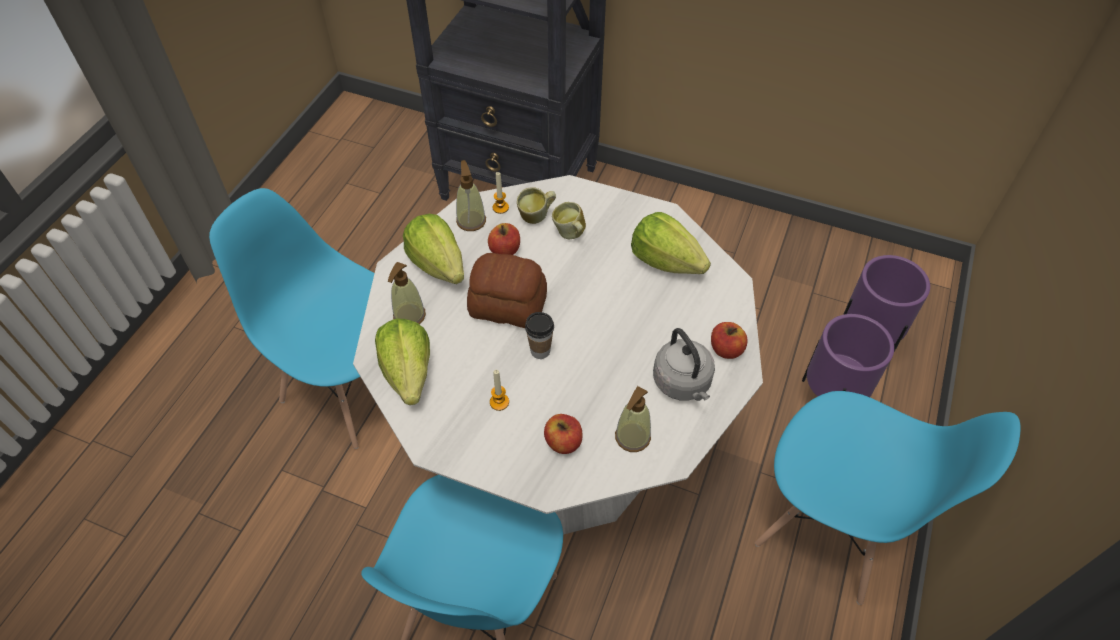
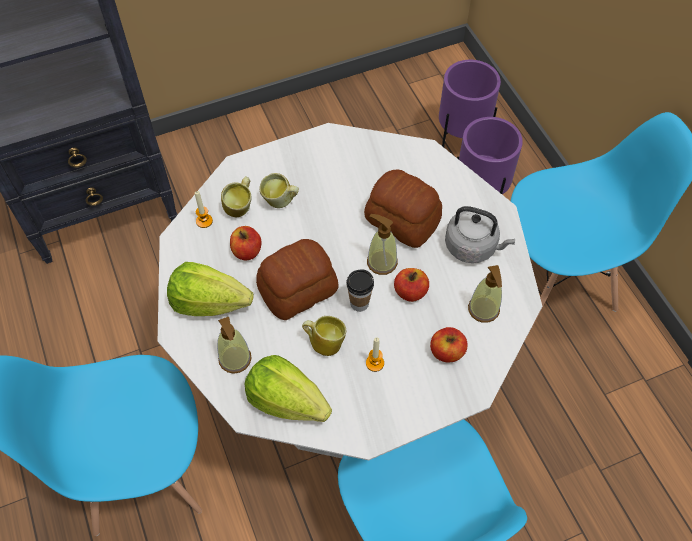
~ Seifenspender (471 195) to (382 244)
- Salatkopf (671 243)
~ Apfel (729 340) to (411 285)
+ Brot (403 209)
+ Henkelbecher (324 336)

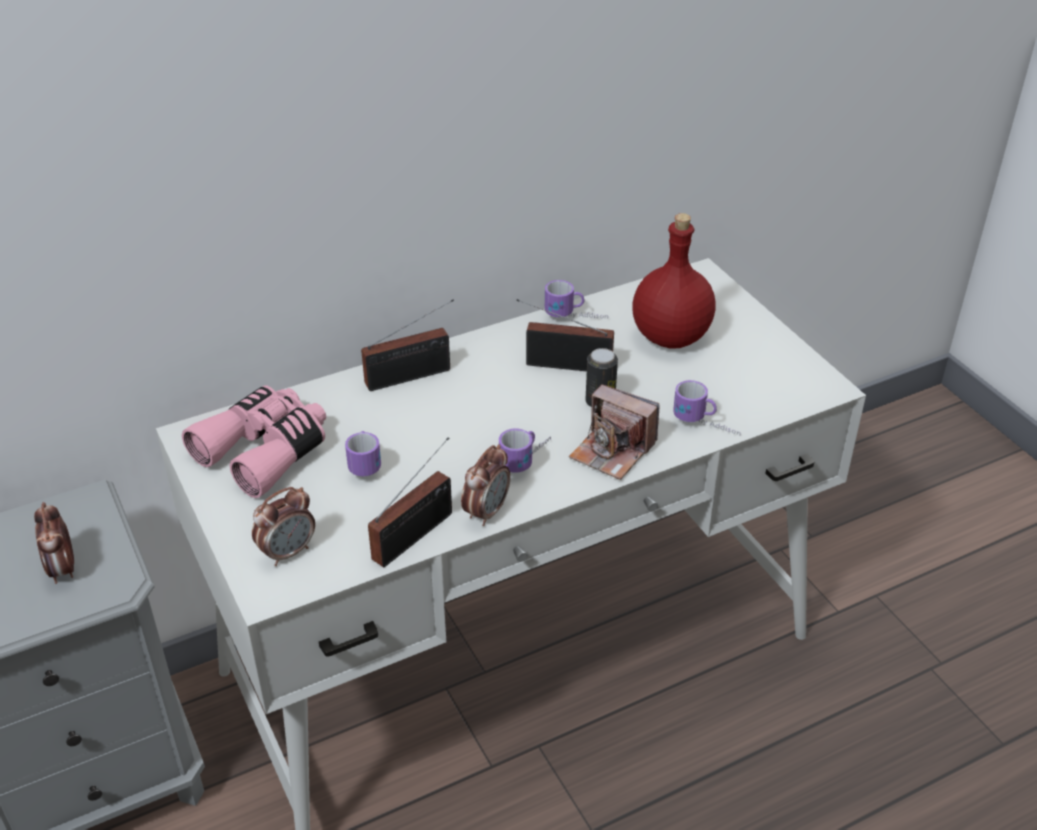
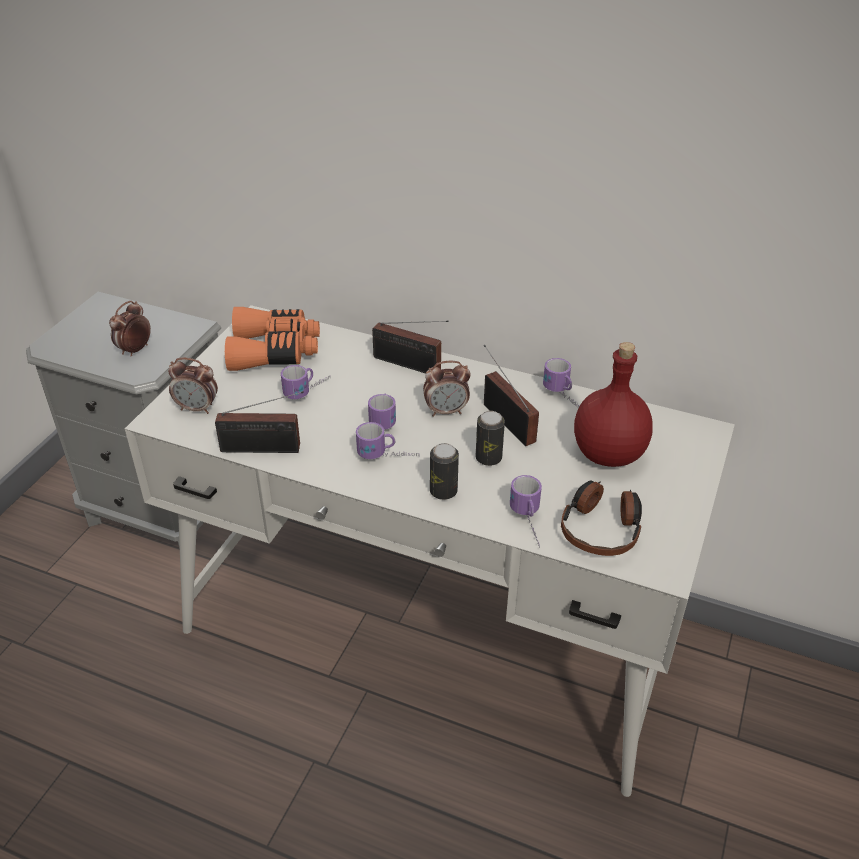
~ Fernglas/rosa (254 441) to Fernglas/orange (272 339)
~ Kamera (614 432) to Dose (444 471)
~ Wecker (485 485) to (447 389)
+ Henkelbecher (382 412)
+ Kopfhörer (601 518)

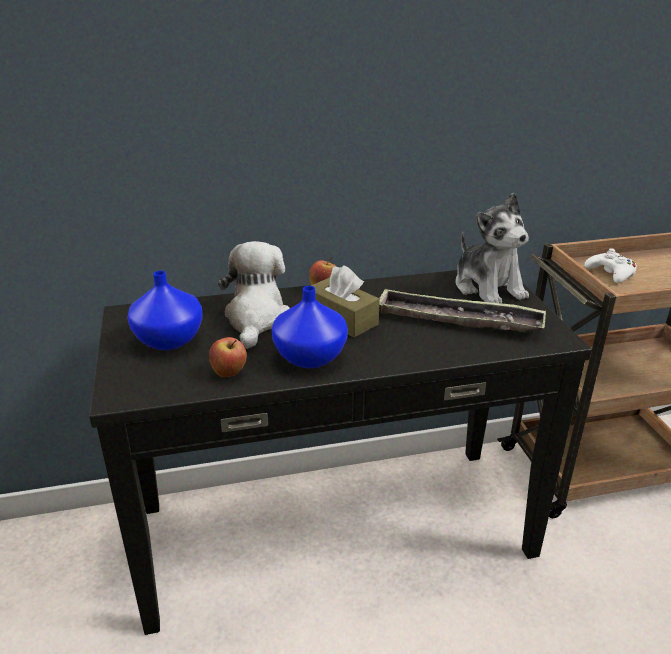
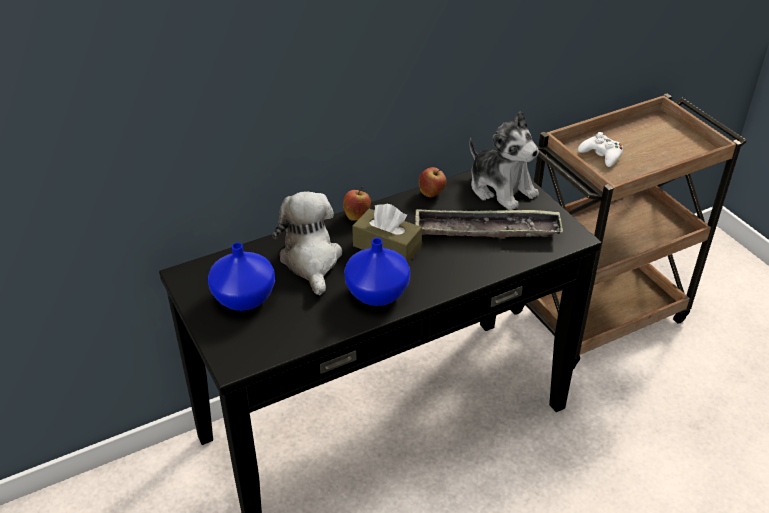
~ Apfel (228 357) to (432 182)

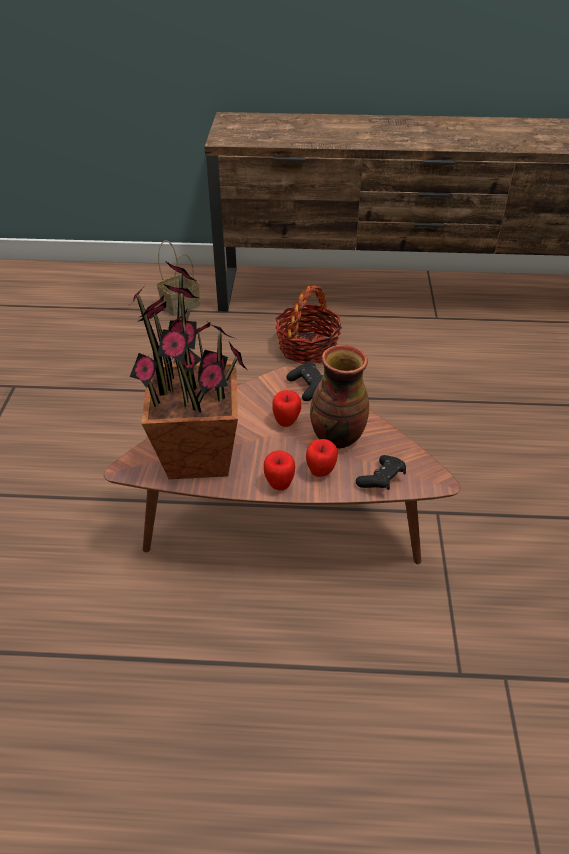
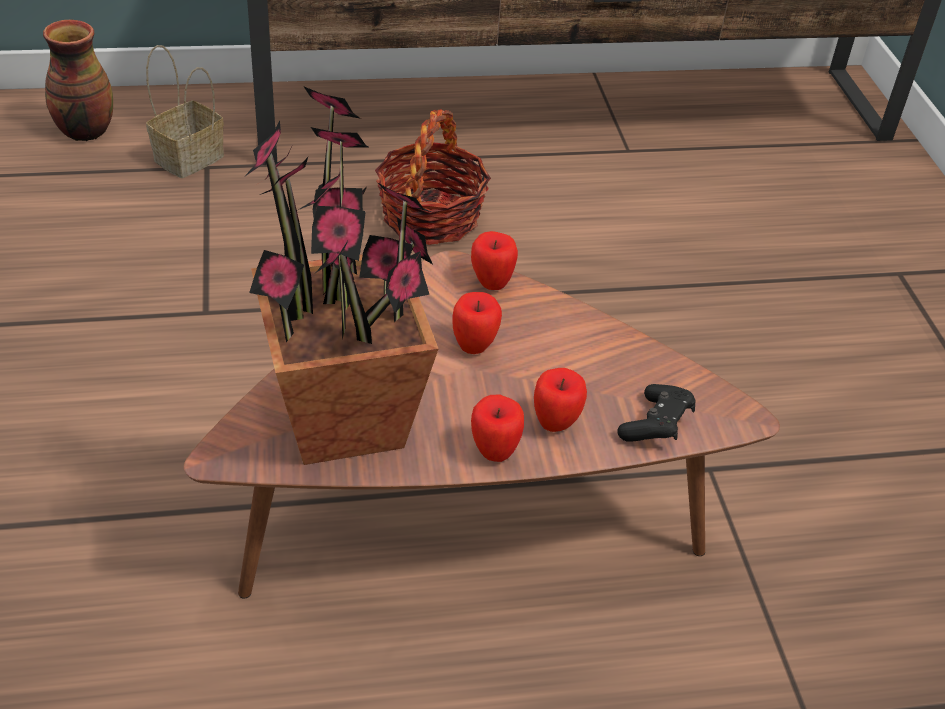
~ Vase (339 397) to (78 80)
~ Gamepad/schwarz (304 381) to Apfel (494 260)

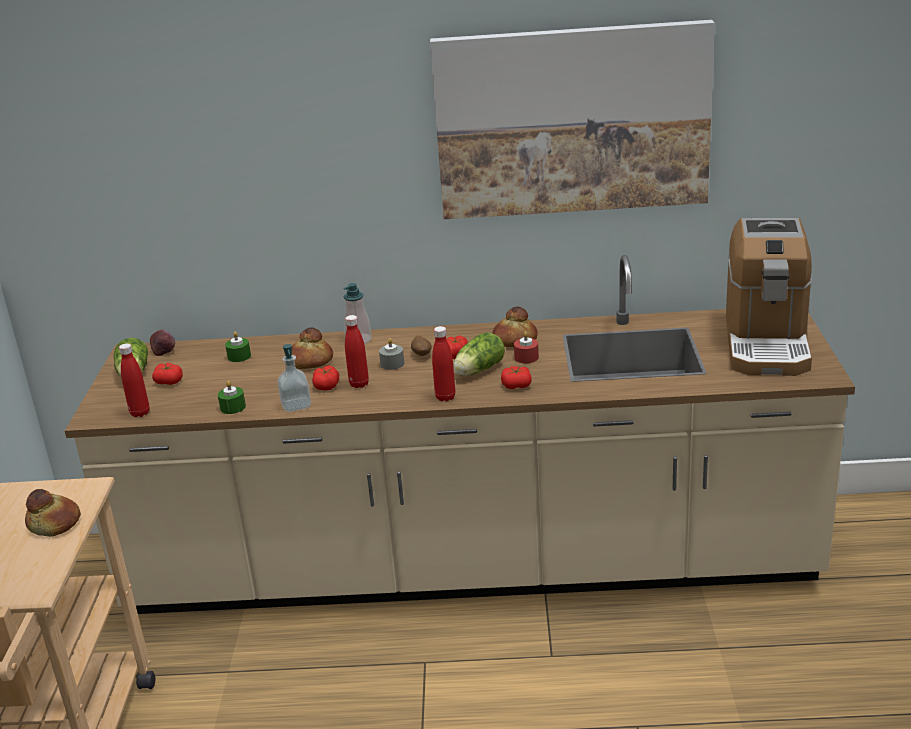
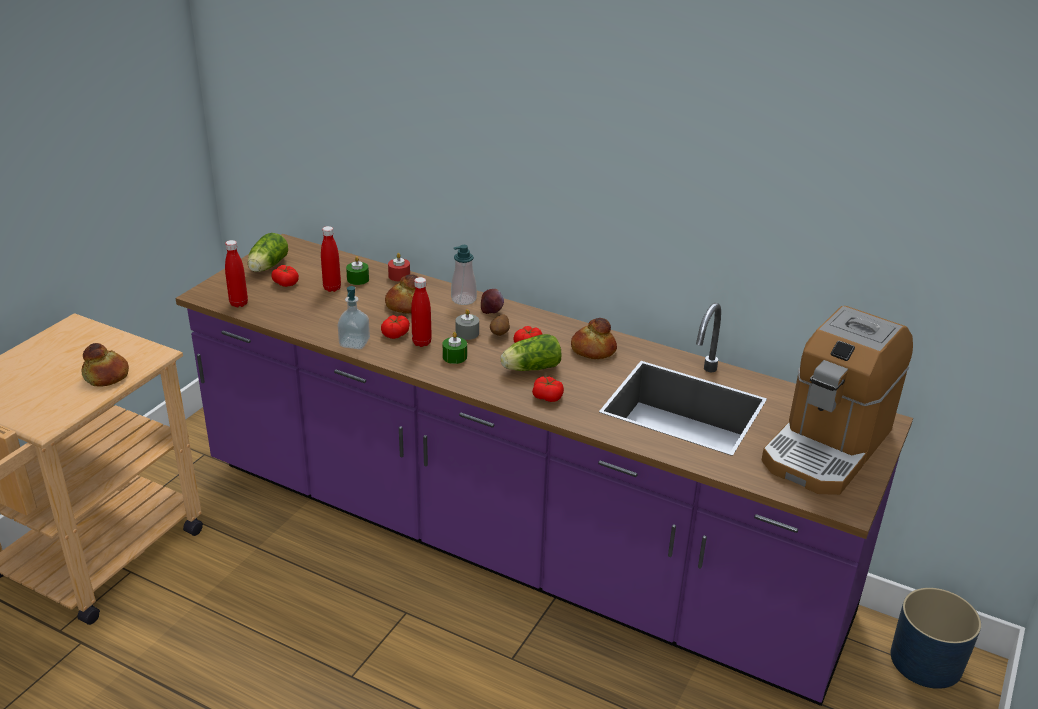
- Bild (572 119)
~ Küchenzeile/beige (460 434) to Küchenzeile/lila (544 470)
~ Flasche/rot (443 363) to (331 259)
~ Apfel (162 342) to (492 301)
~ Kerze/rot (526 347) to (399 267)
~ Kerze/grün (232 397) to (455 348)
+ Pflanzkübel/blau (936 638)

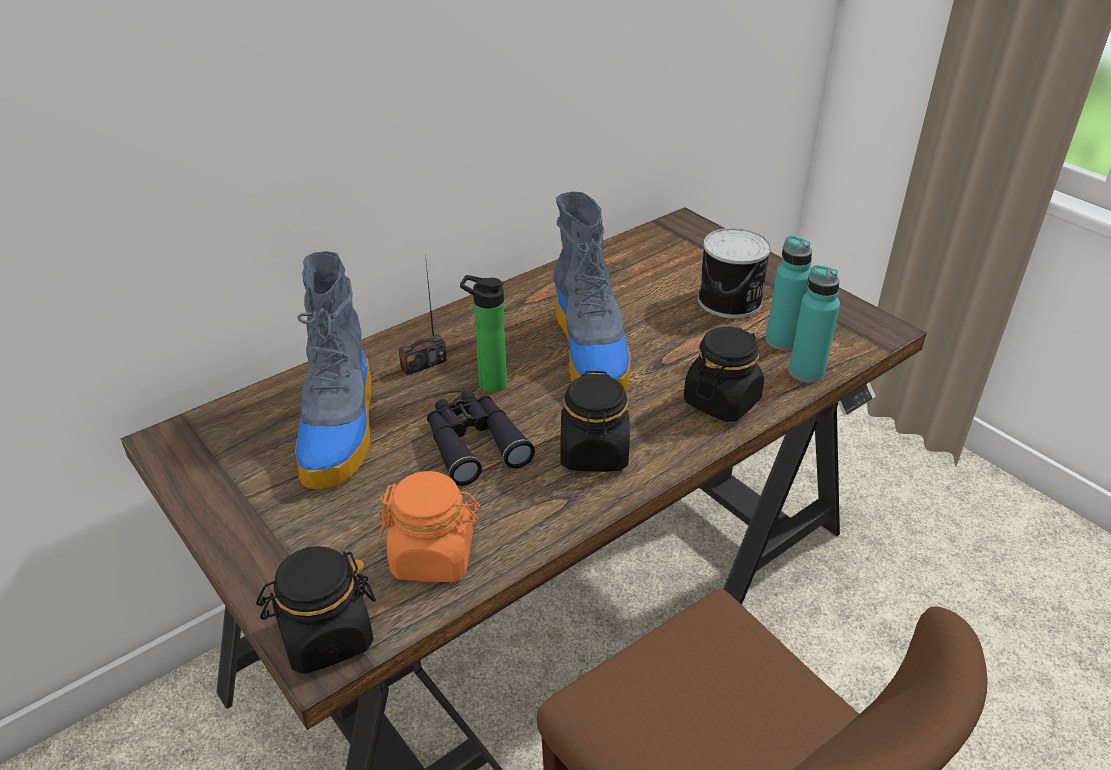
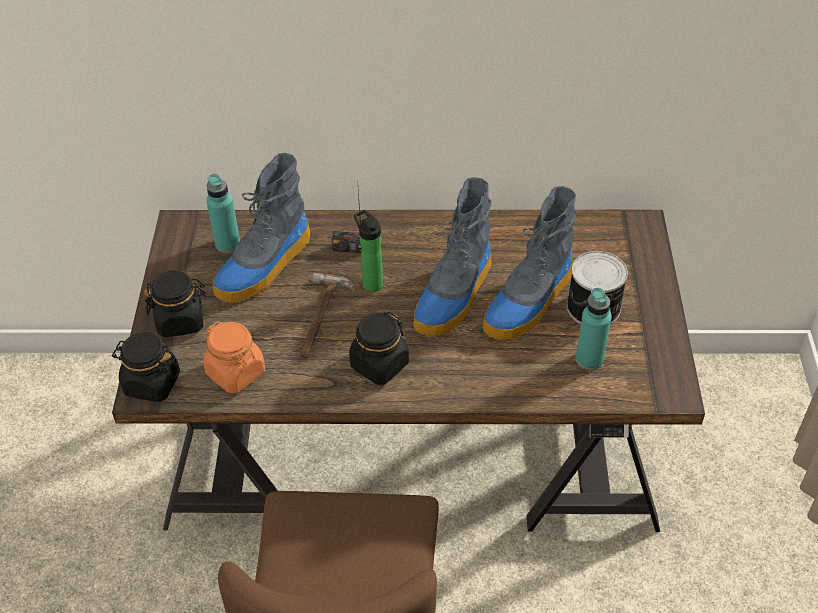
~ Flasche/türkis (814 324) to (223 213)
~ Vorratsglas/schwarz (724 374) to (175 303)
~ Fernglas/schwarz (481 439) to Hammer (327 315)
+ Stiefel (529 263)

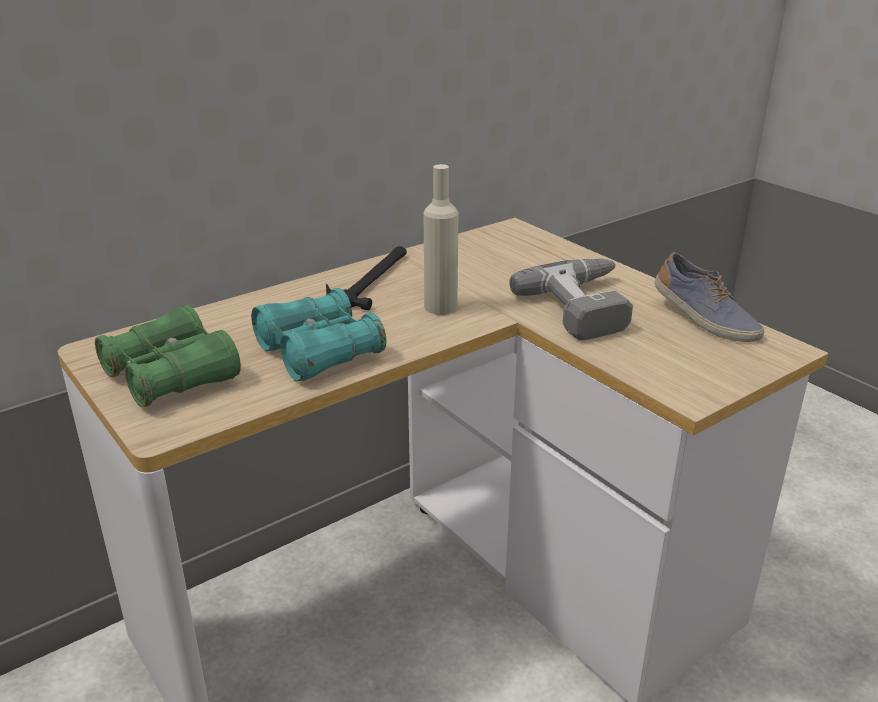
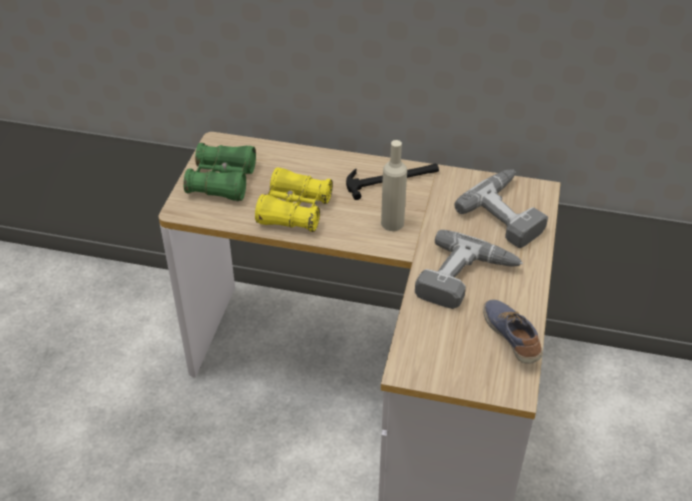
~ Schuh (709 297) = (512 331) 150 degrees clockwise
~ Fernglas/türkis (319 334) to Fernglas/gelb (294 199)
+ Bohrmaschine (501 208)

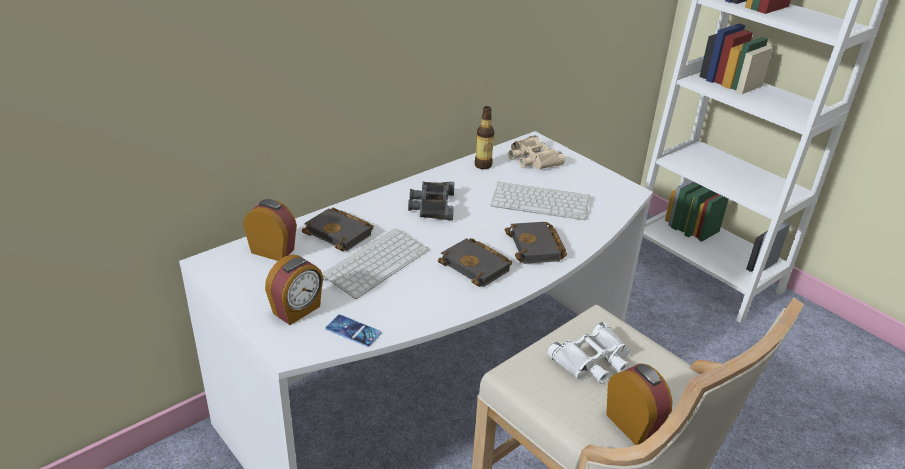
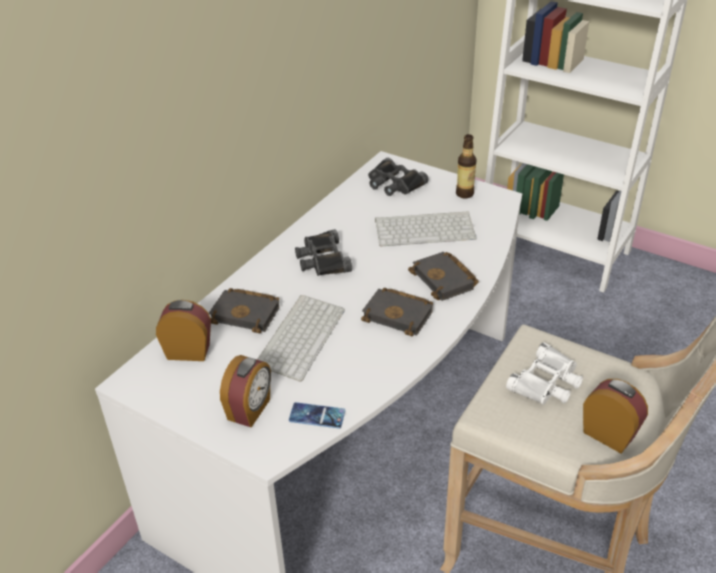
~ Flasche (485 137) to (466 166)
~ Fernglas/beige (536 152) to Fernglas/schwarz (398 177)

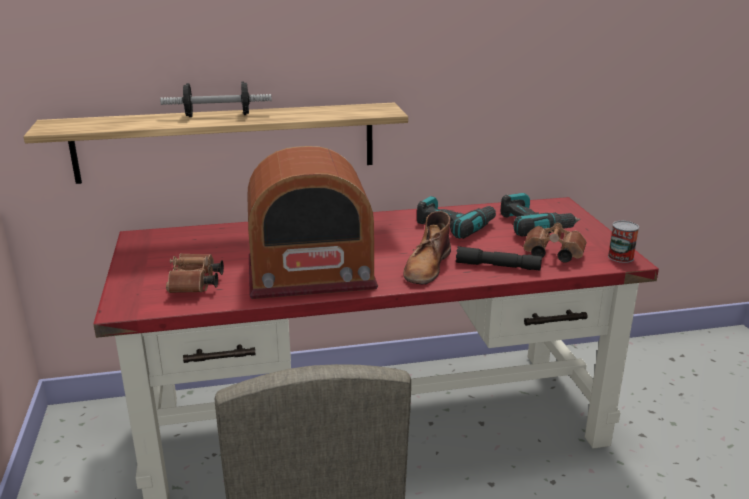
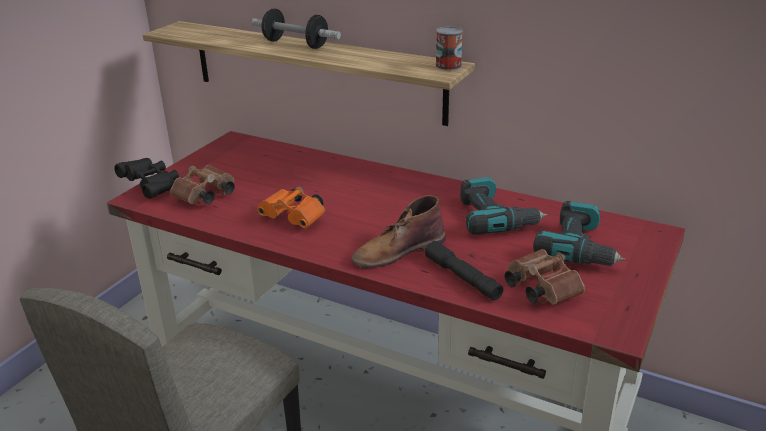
~ Radio (312 222) to Fernglas/orange (291 207)
~ Dose (623 242) to (449 48)
+ Fernglas/schwarz (146 178)

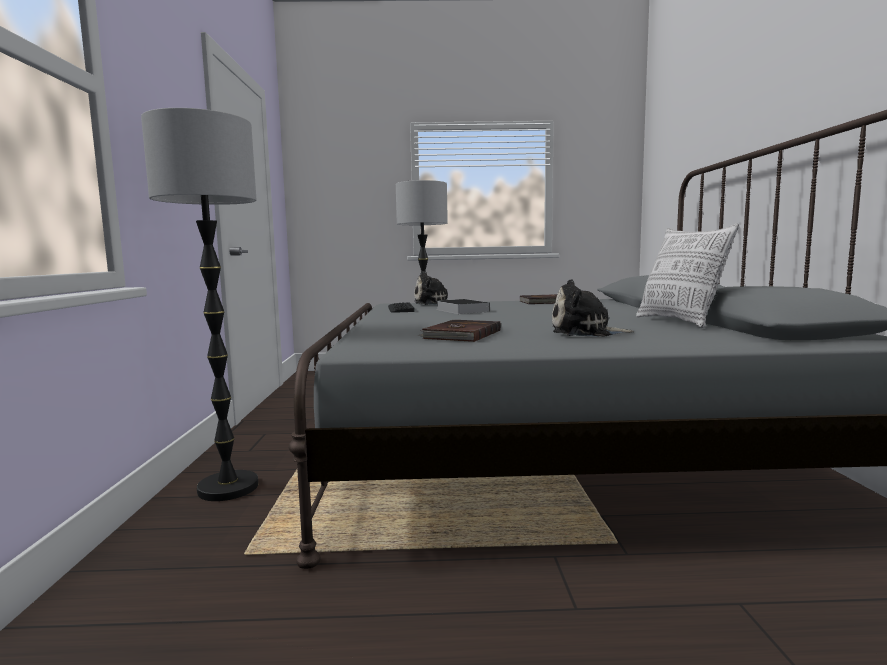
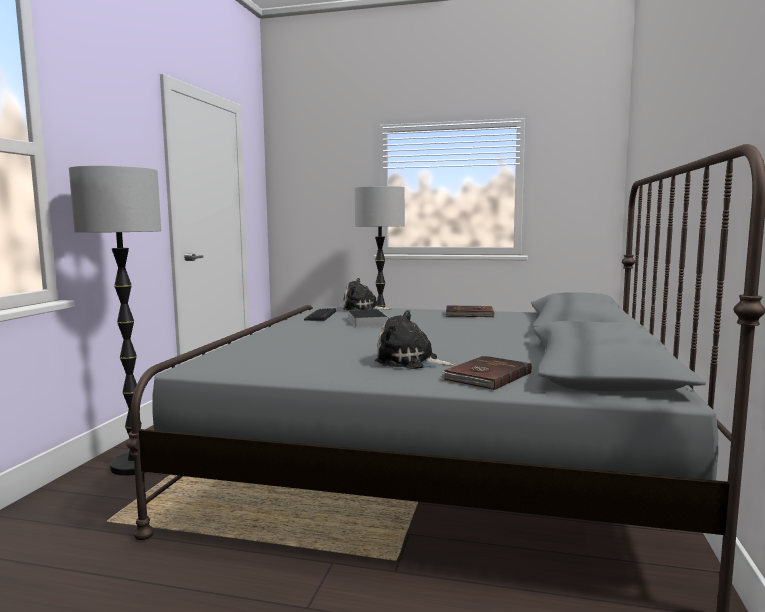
- Kissen (687 276)
~ Buch/braun (459 331) to (486 373)

